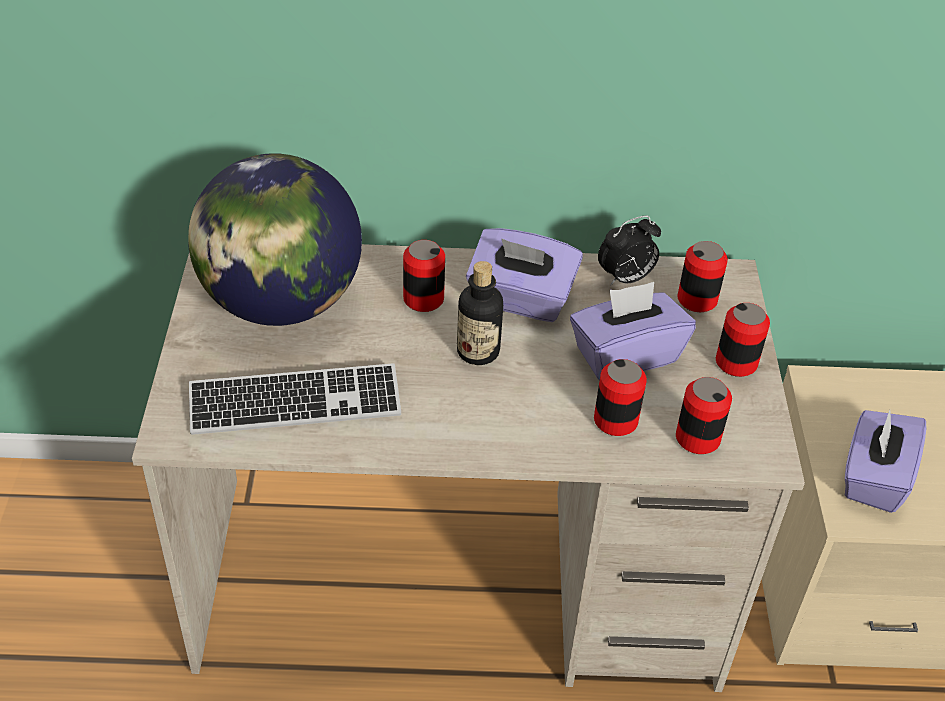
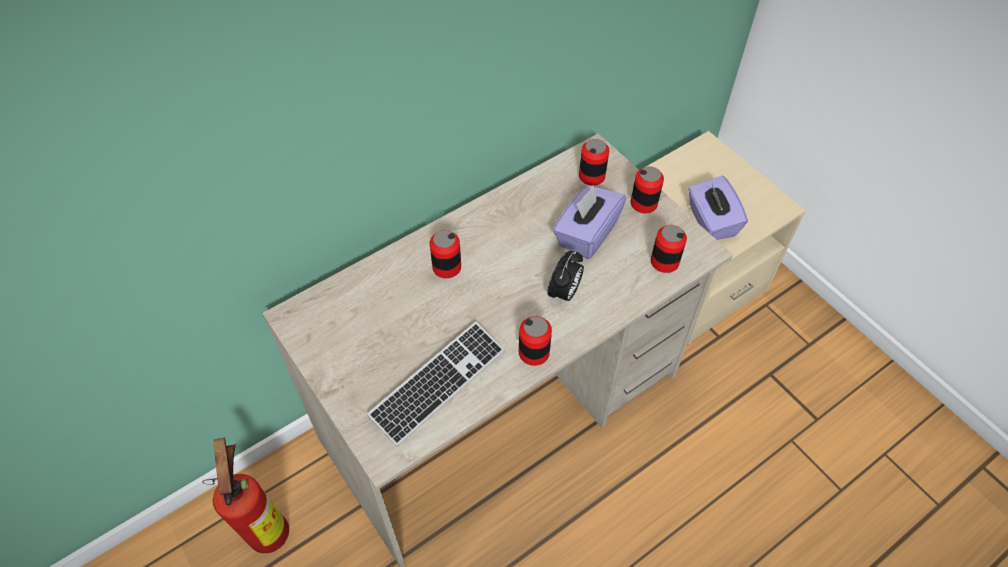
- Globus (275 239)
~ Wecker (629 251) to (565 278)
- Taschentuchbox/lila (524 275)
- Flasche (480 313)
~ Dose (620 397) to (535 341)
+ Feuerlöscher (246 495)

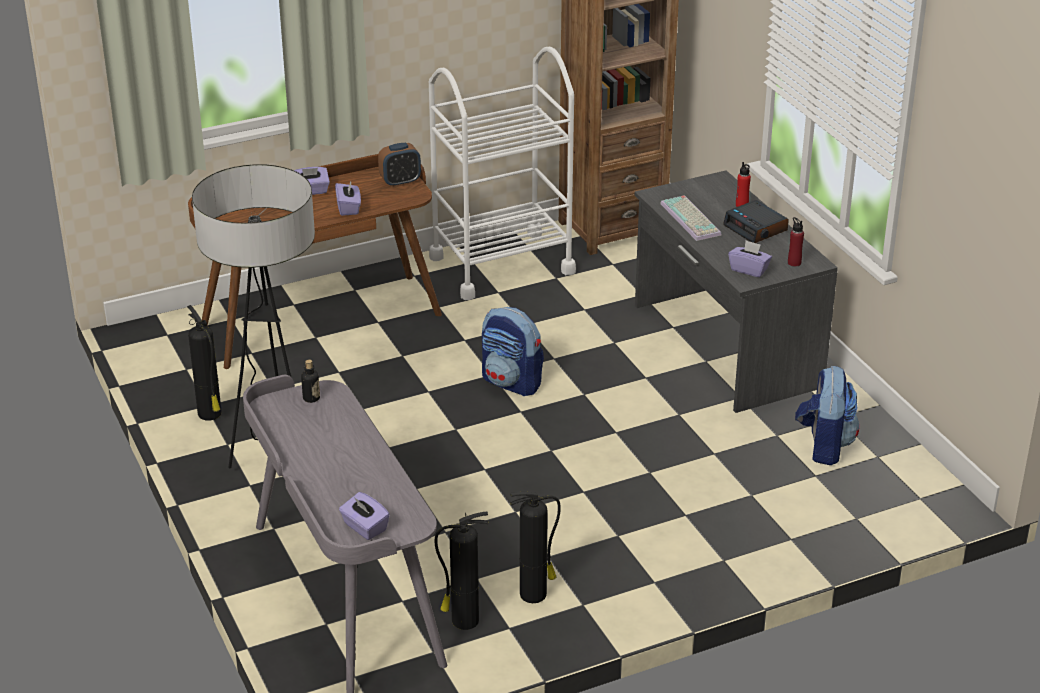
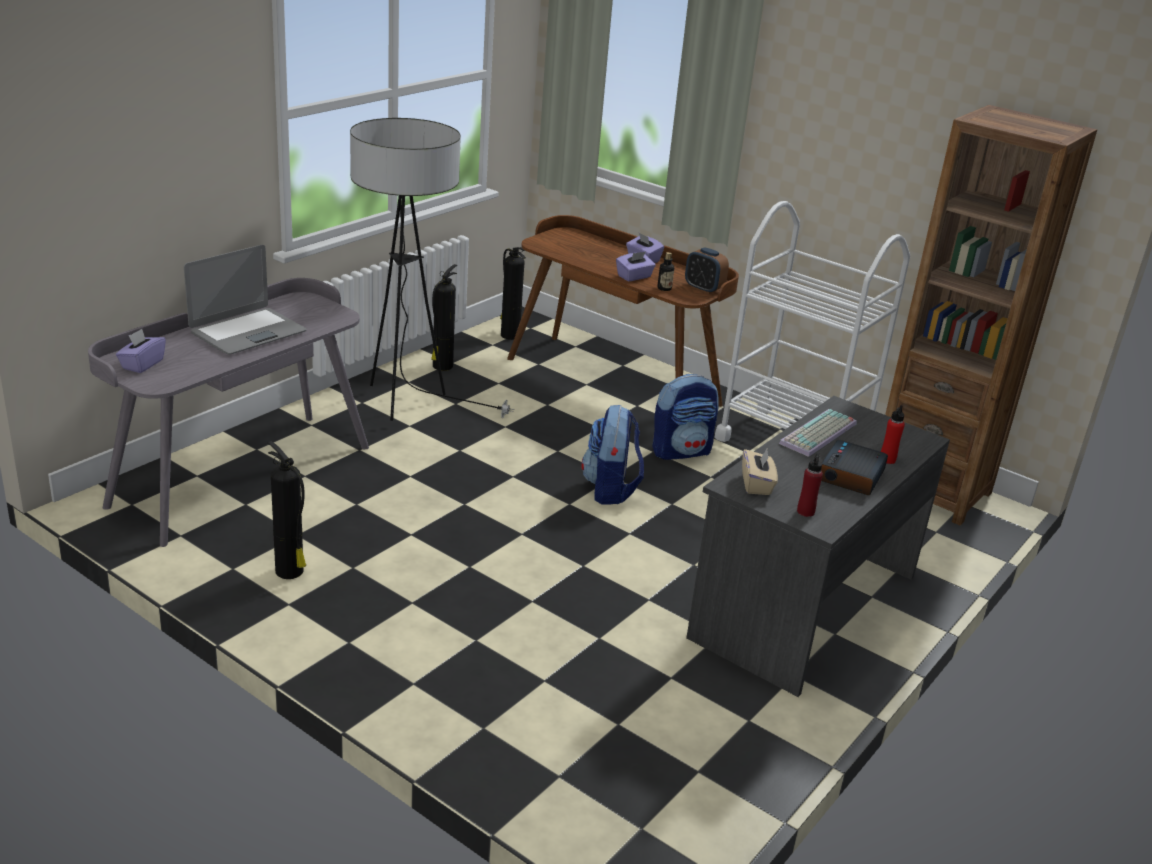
~ Taschentuchbox/lila (750 258) to Taschentuchbox/beige (760 471)
~ Flasche (310 381) to (665 271)
~ Rucksack (827 415) to (685 417)
~ Feuerlöscher (461 571) to (513 293)
+ Laptop (245 300)

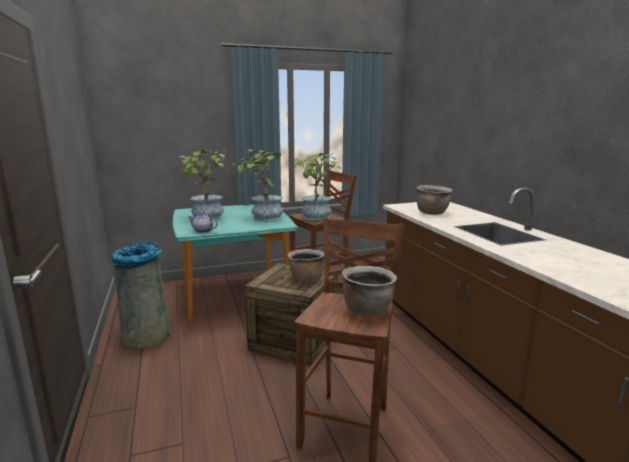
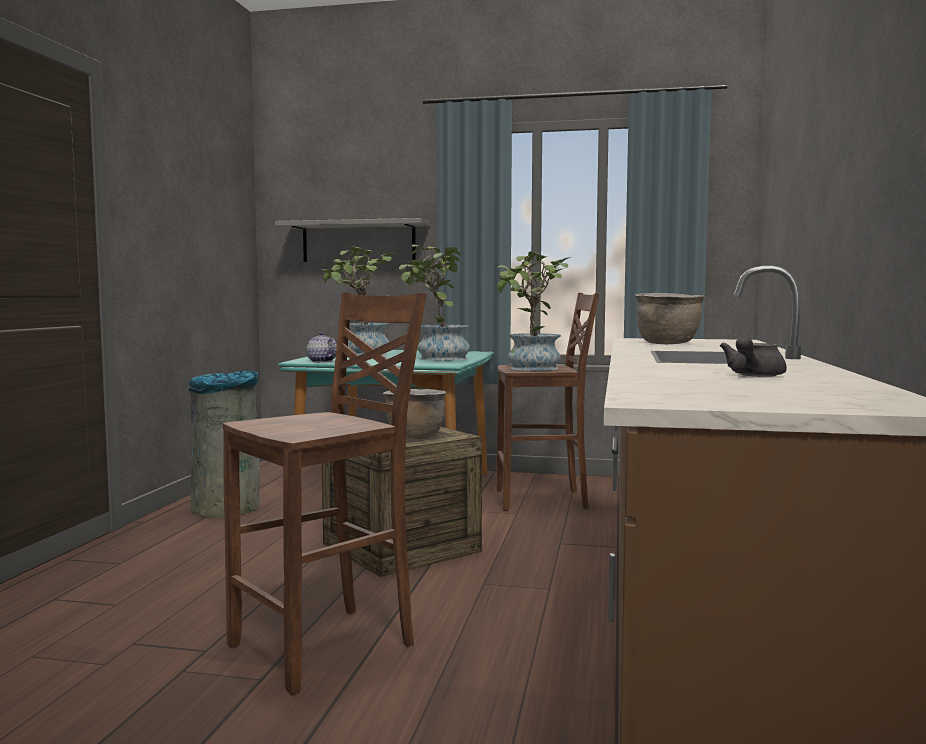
- Kochtopf/braun (369 291)
+ Wandregal/grau (352 240)
+ Teekanne/grau (753 356)

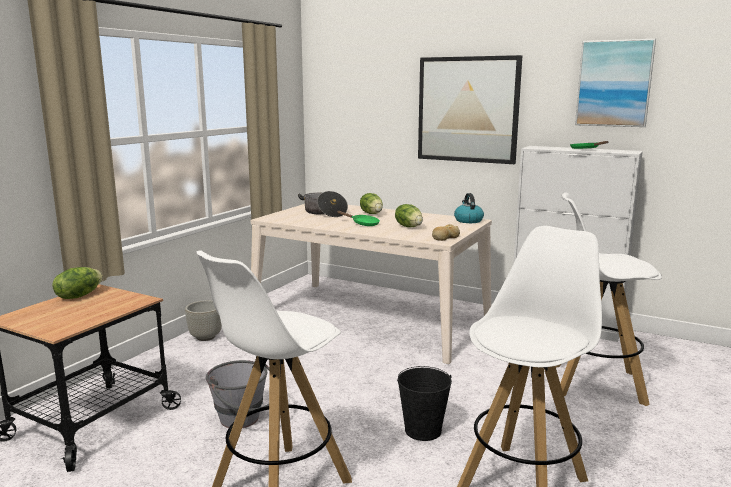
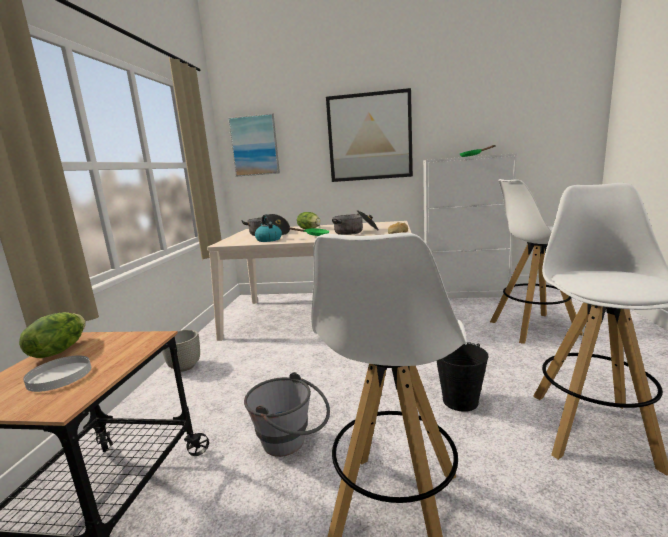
~ Bild (615 83) to (254 145)
~ Wasserkessel (469 208) to (268 228)
~ Salatkopf (409 215) to Kochtopf (355 222)
+ Teller/weiß (57 373)

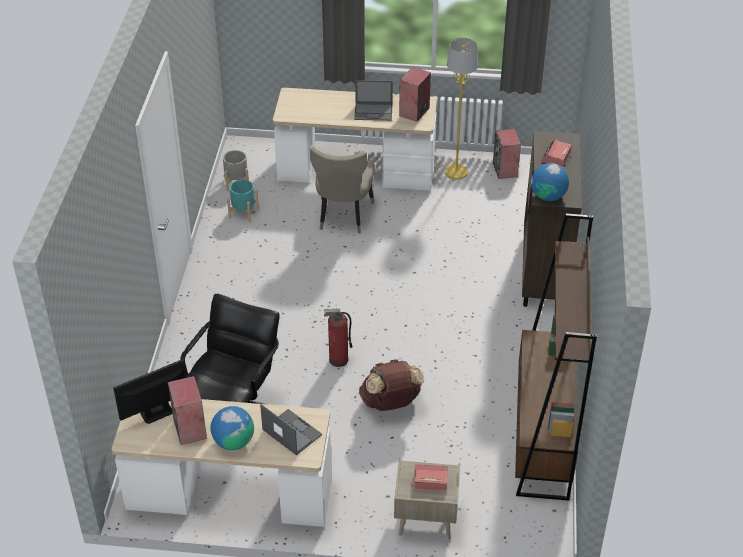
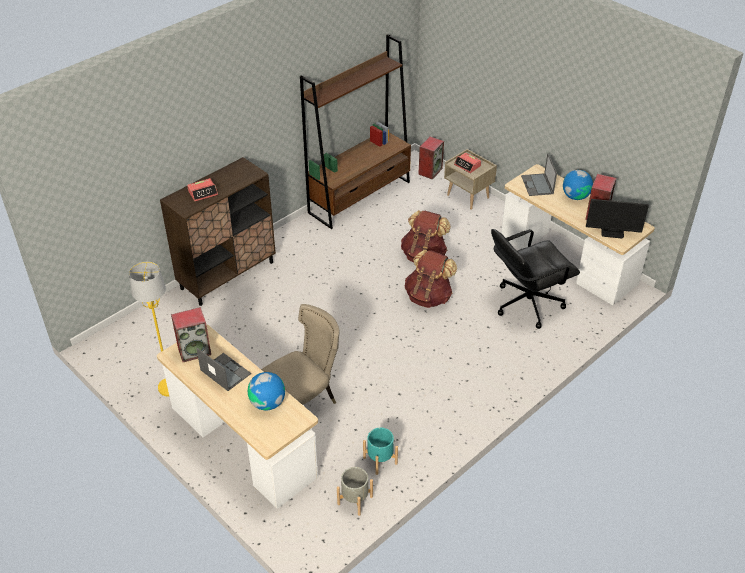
~ Lautsprecher (507 154) to (431 158)
~ Globus (550 182) to (266 391)
~ Feuerlöscher (338 338) to Rucksack/braun (431 279)

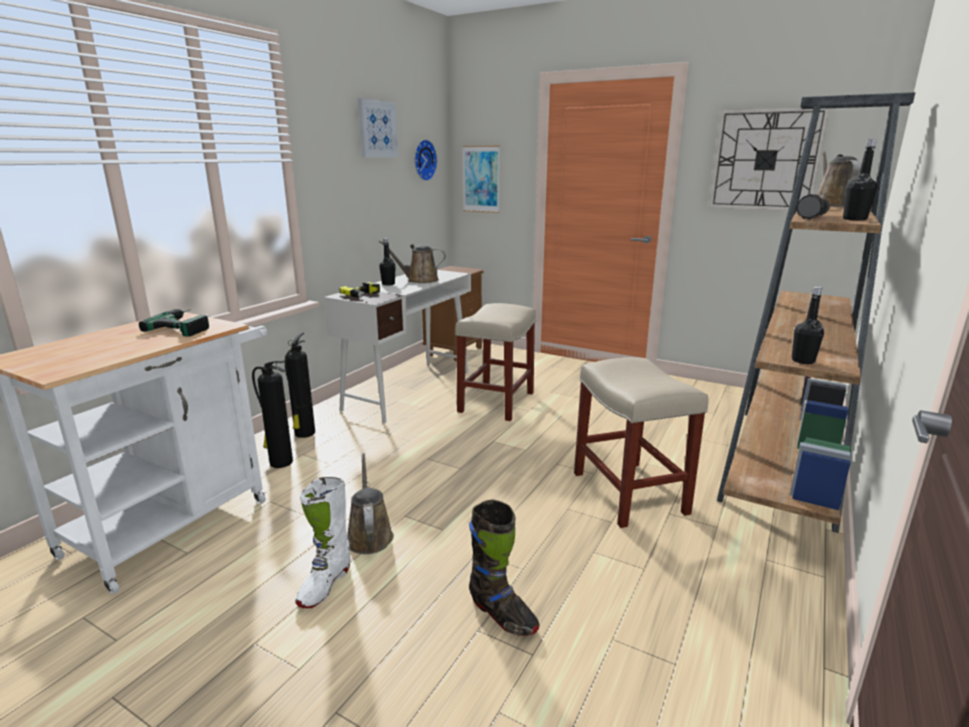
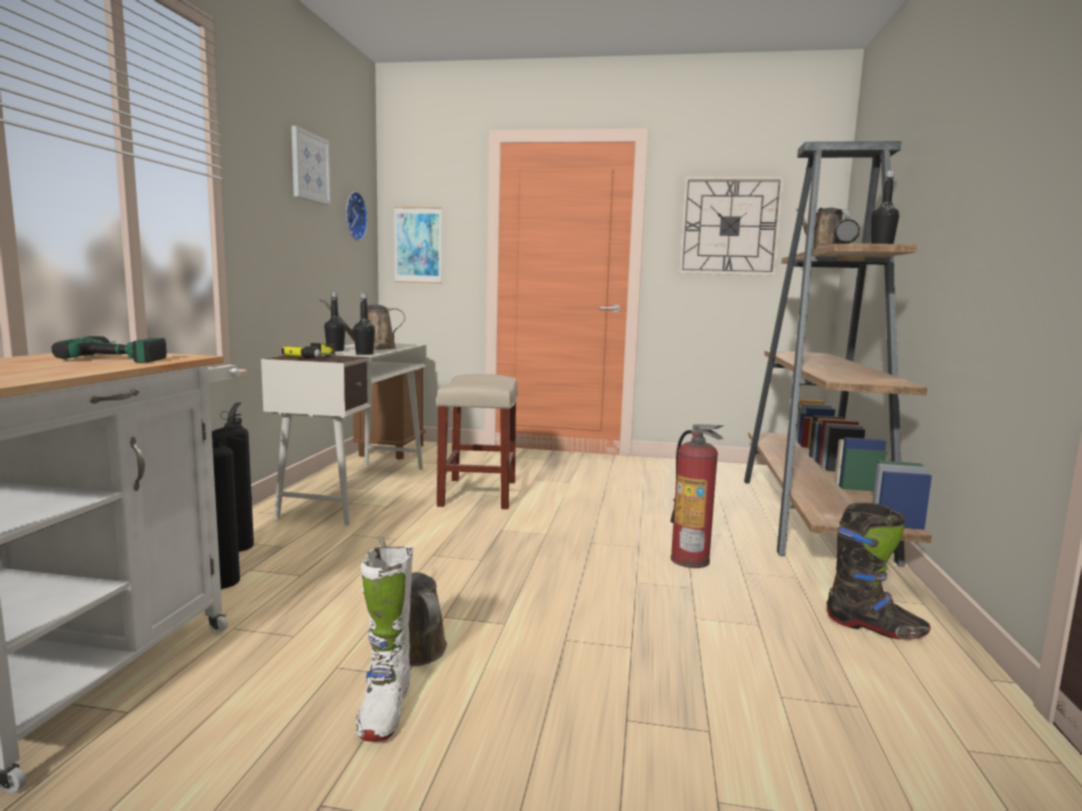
~ Flasche/schwarz (808 325) to (364 324)
~ Hocker/beige (641 442) to Feuerlöscher (697 496)
~ Stiefel/schwarz (504 568) to (878 571)

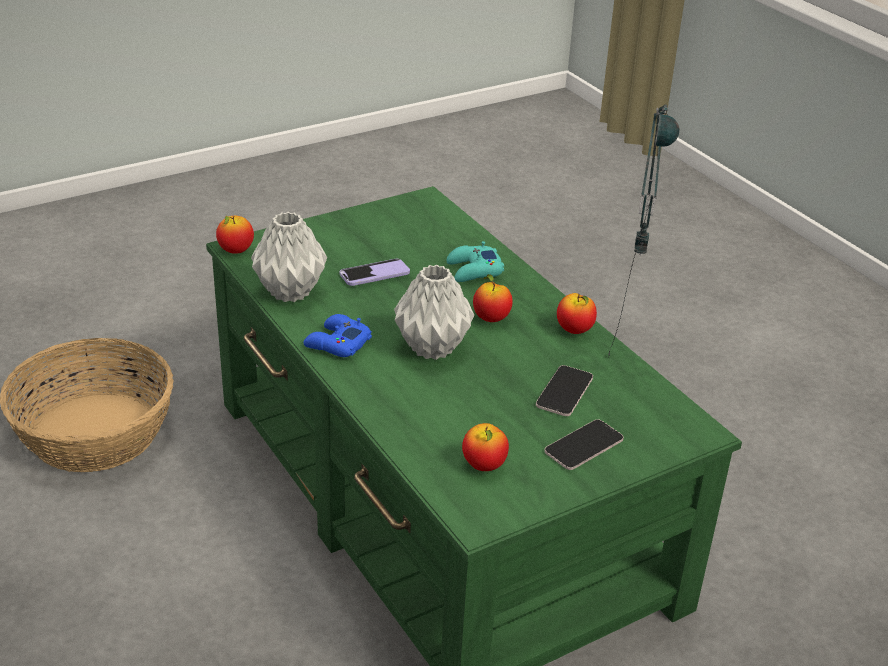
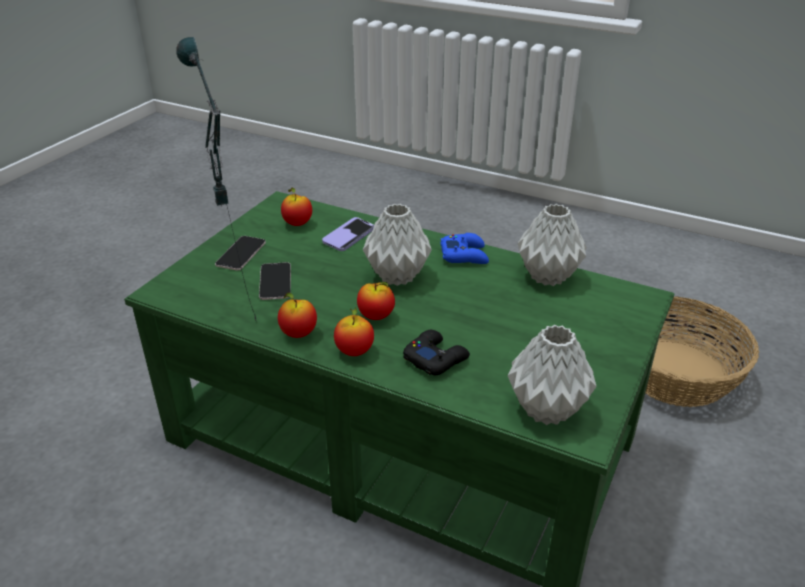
~ Apfel (235 234) to (354 332)
~ Gamepad/türkis (475 261) to Gamepad/schwarz (436 352)
~ Handy (374 272) to (348 234)
+ Vase/grau (552 374)

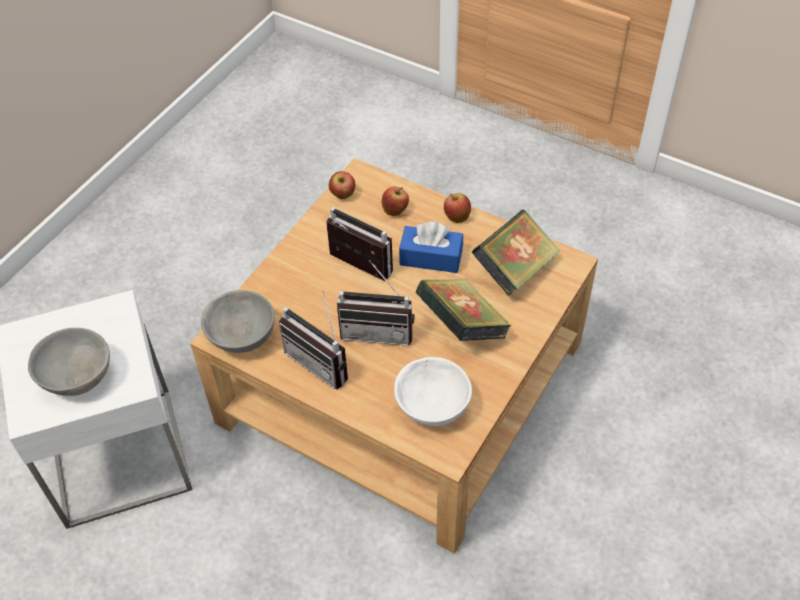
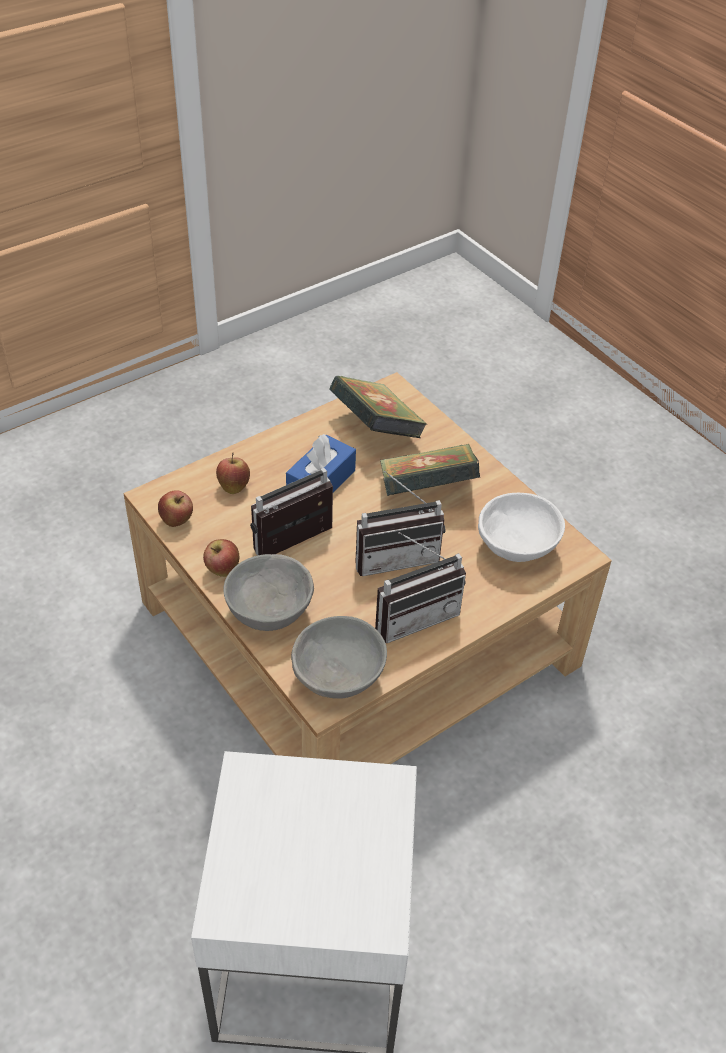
~ Apfel (457 208) to (221 558)
~ Radio (376 303) = (400 523) 45 degrees clockwise
~ Schüssel/grau (69 362) to (269 592)

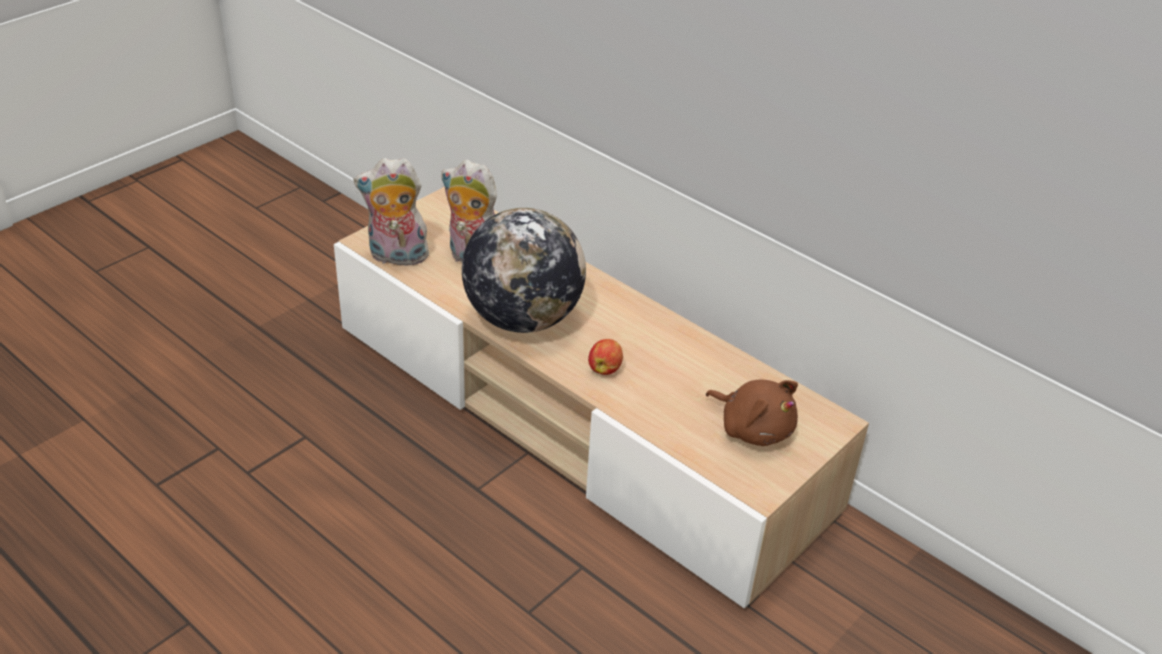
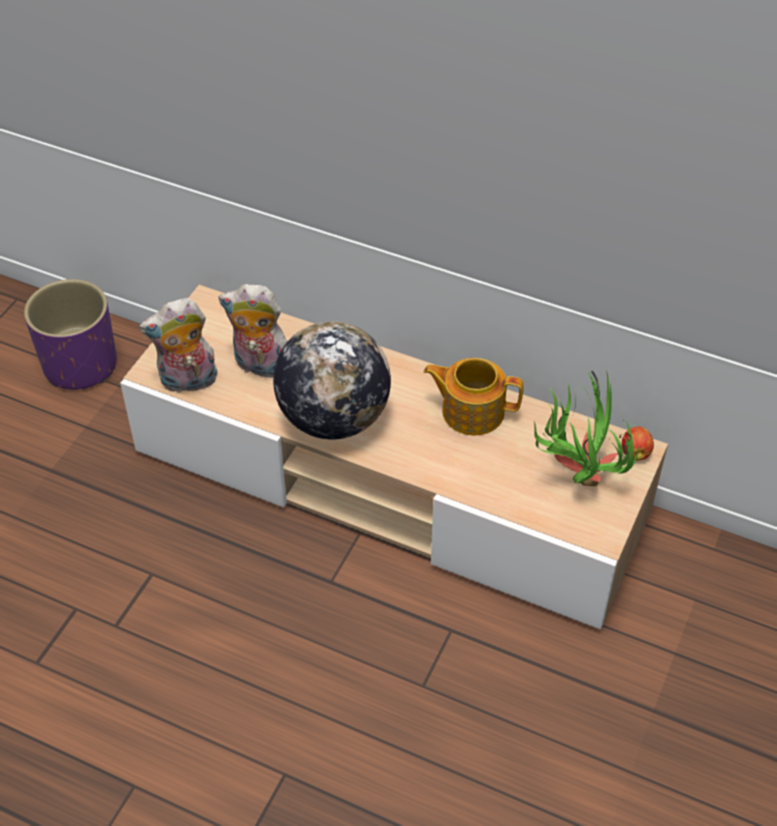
~ Apfel (605 357) to (638 443)
~ Plüschtier/braun (752 413) to Topfpflanze (586 428)
+ Pflanzkübel/lila (70 334)
+ Teekanne (473 396)

